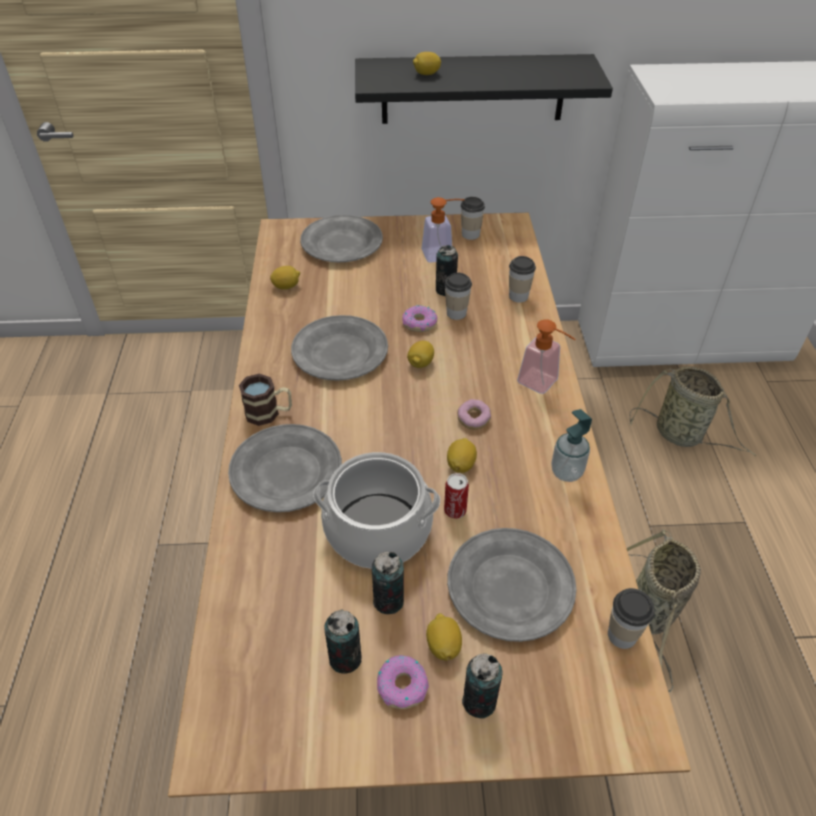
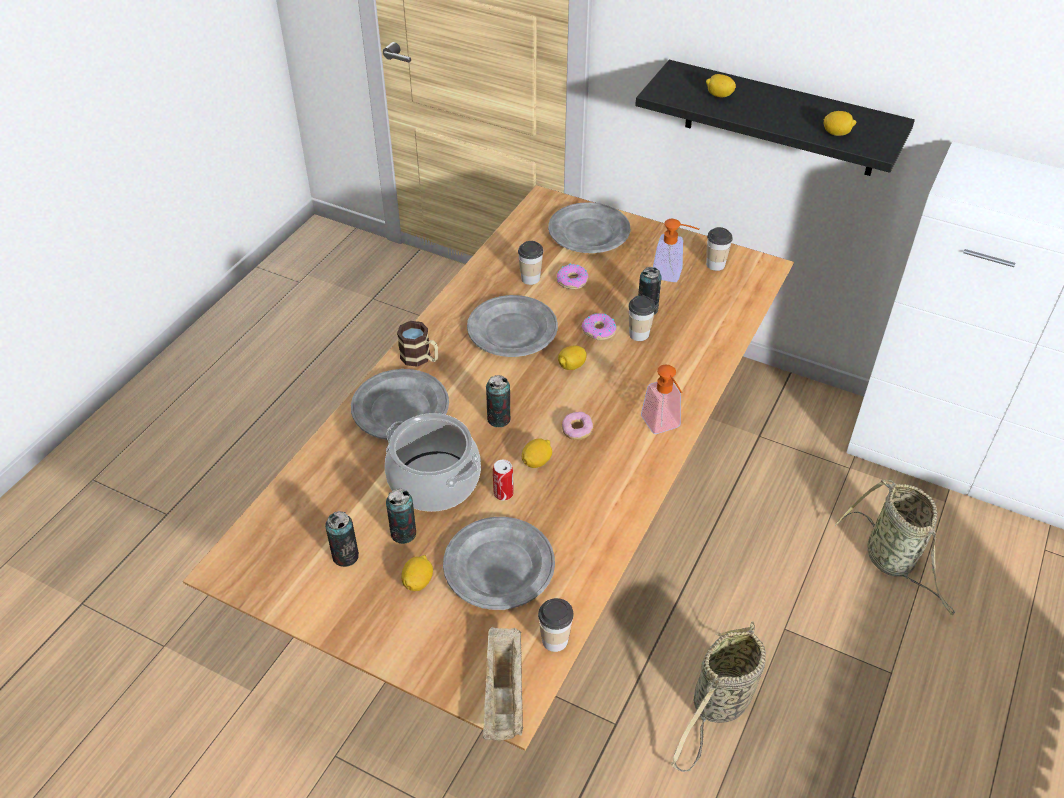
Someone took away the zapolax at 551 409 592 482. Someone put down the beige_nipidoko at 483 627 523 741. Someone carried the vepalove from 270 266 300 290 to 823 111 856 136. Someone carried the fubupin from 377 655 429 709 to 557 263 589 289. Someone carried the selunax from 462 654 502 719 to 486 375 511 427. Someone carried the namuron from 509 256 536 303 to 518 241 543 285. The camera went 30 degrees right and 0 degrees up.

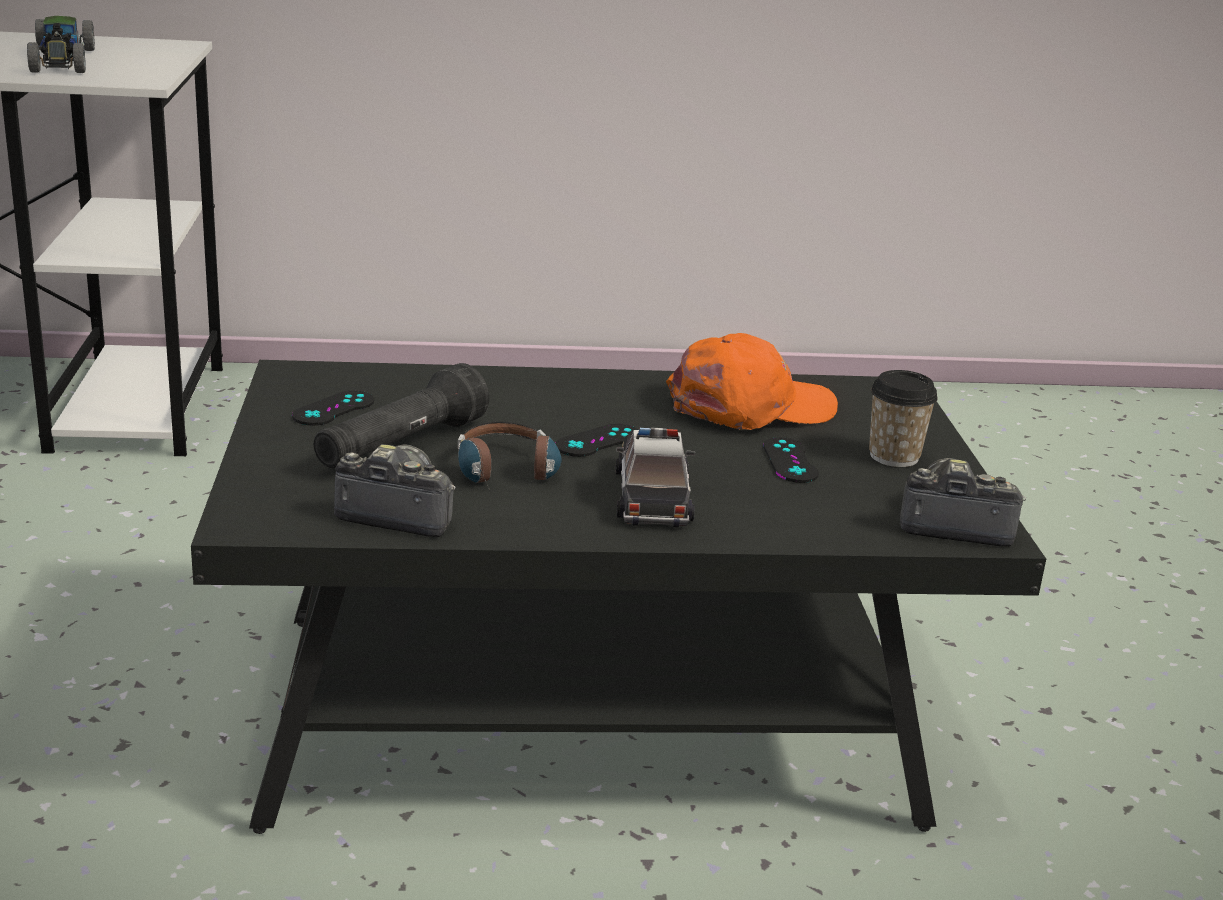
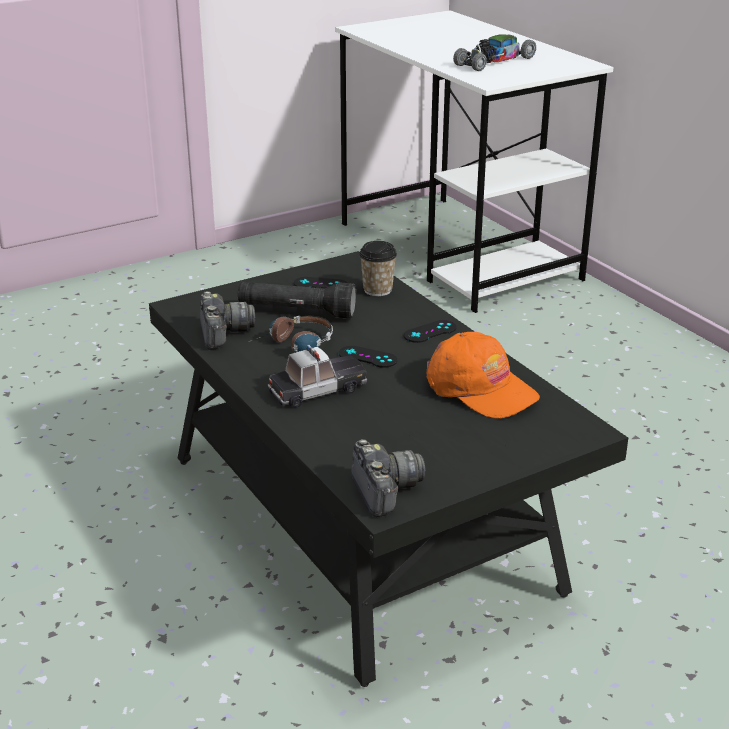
Someone carried the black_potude from 763 437 819 483 to 404 320 457 343. Someone carried the namuron from 869 370 938 467 to 359 241 397 296. The camera went 65 degrees right and 5 degrees up.

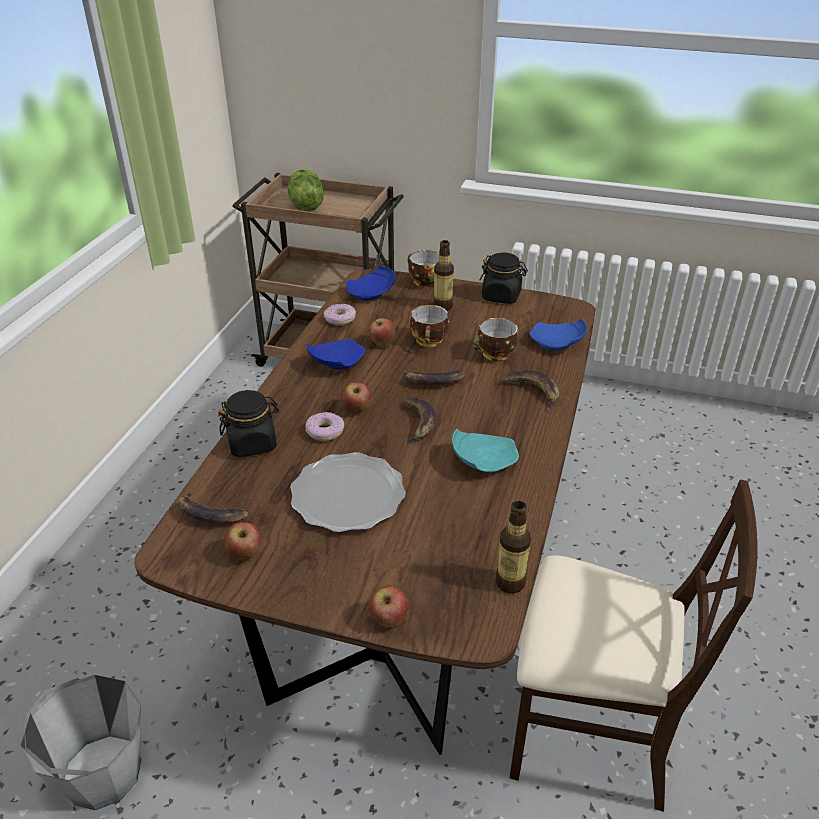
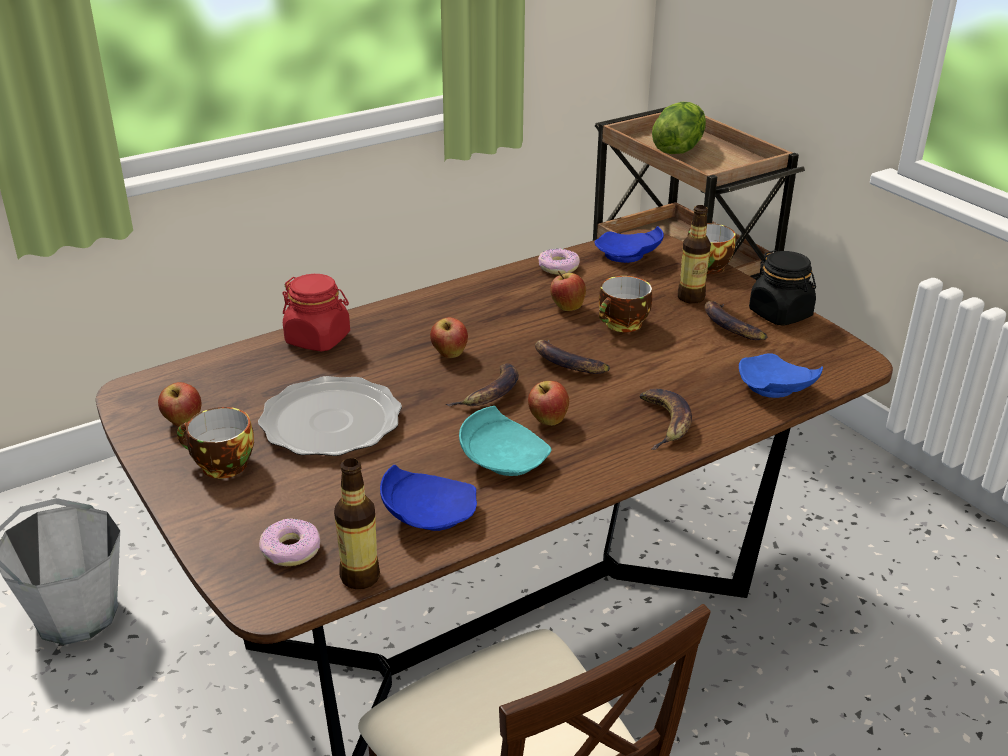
Someone carried the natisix from 178 491 250 523 to 705 301 767 340. Someone carried the fubupin from 305 412 344 441 to 259 518 320 566. Someone carried the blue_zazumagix from 306 339 365 370 to 380 465 477 531. Someone carried the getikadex from 369 585 409 627 to 528 381 569 426. Someone carried the namuron from 473 318 518 361 to 177 407 254 479. Someone repainted the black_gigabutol at 219 390 279 457, which became the red_gigabutol at 282 274 350 352. The camera went 40 degrees right and 5 degrees down.

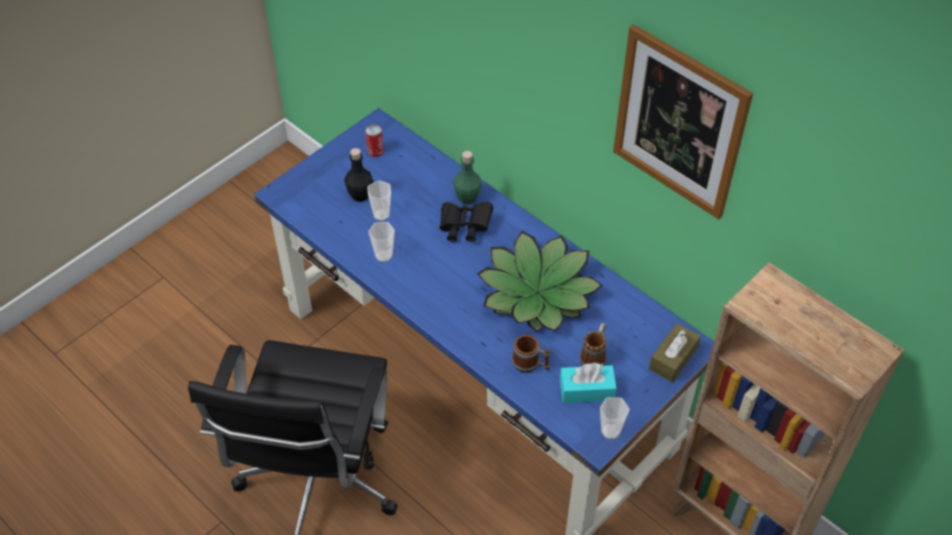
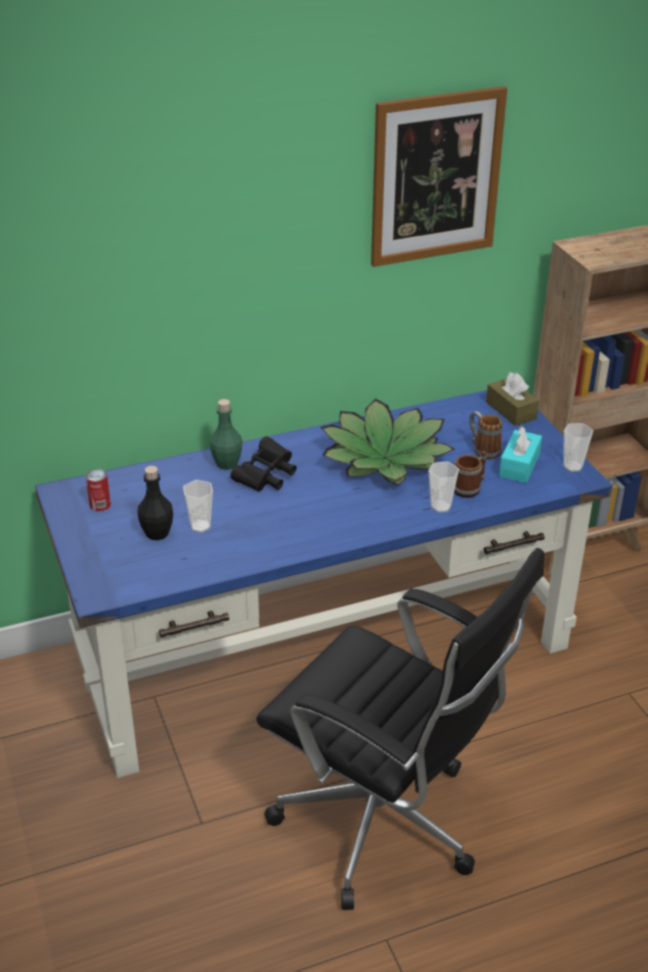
Someone carried the namuron from 368 222 395 262 to 429 462 459 513. The camera went 65 degrees left and 15 degrees down.

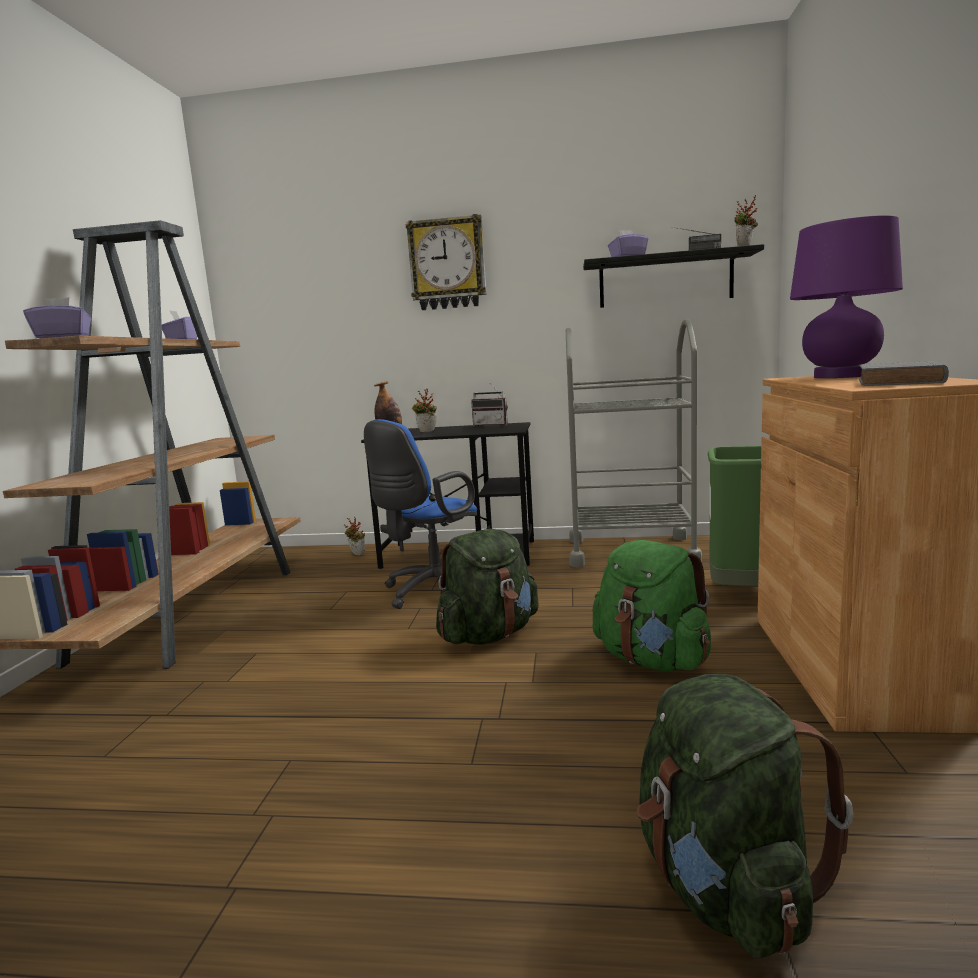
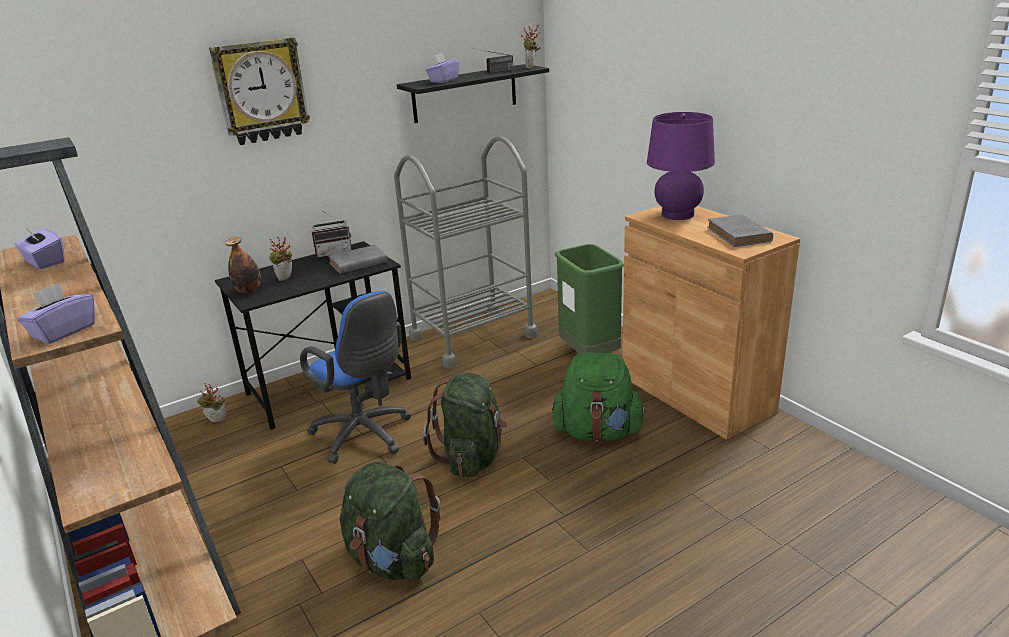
Someone put down the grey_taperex at 328 245 388 274. Someone carried the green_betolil from 637 674 854 958 to 340 462 440 581. Someone rotated the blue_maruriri at 364 419 477 609 by 45 degrees counterclockwise. The camera went 40 degrees left and 15 degrees up.

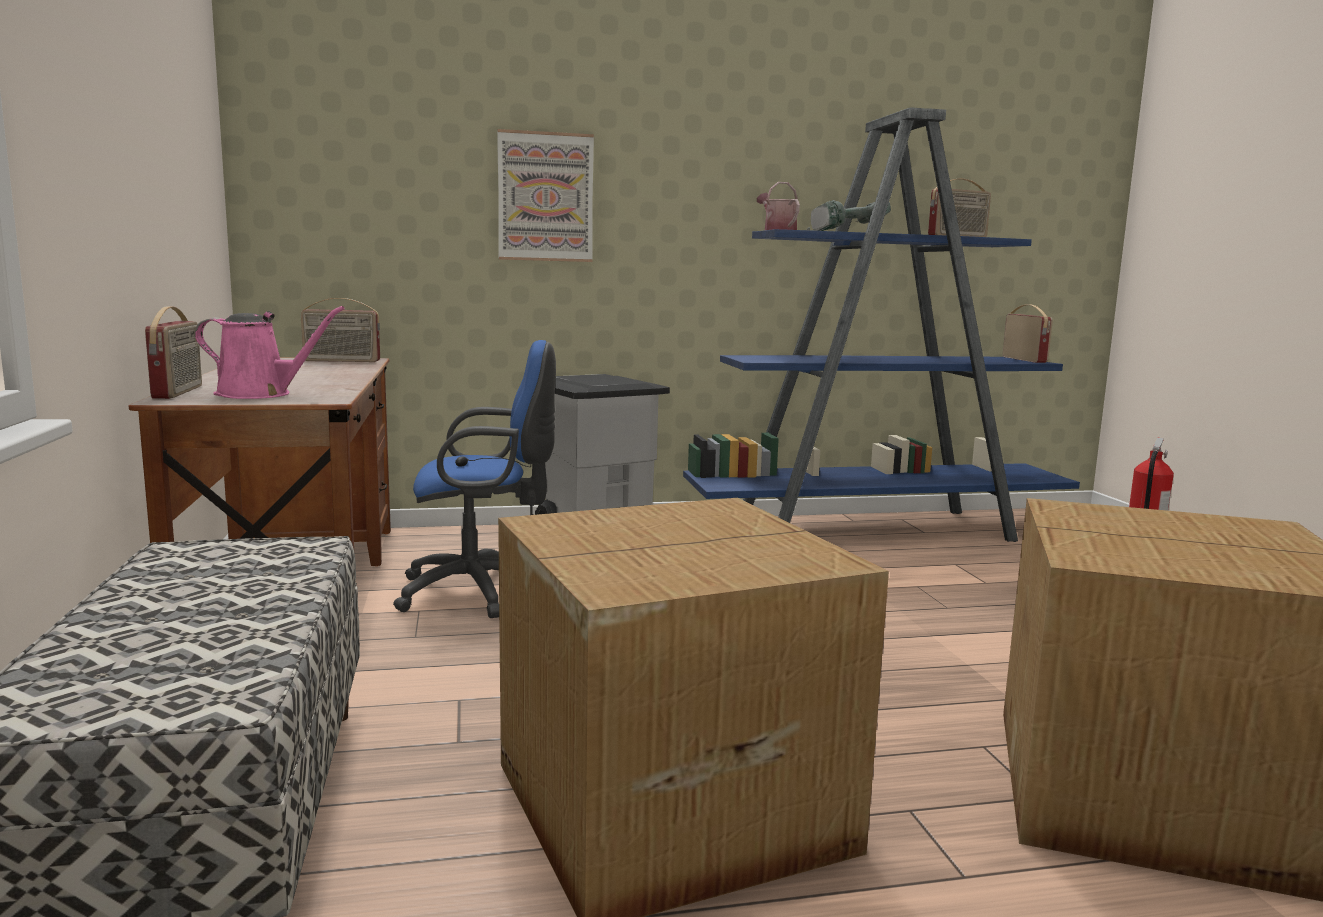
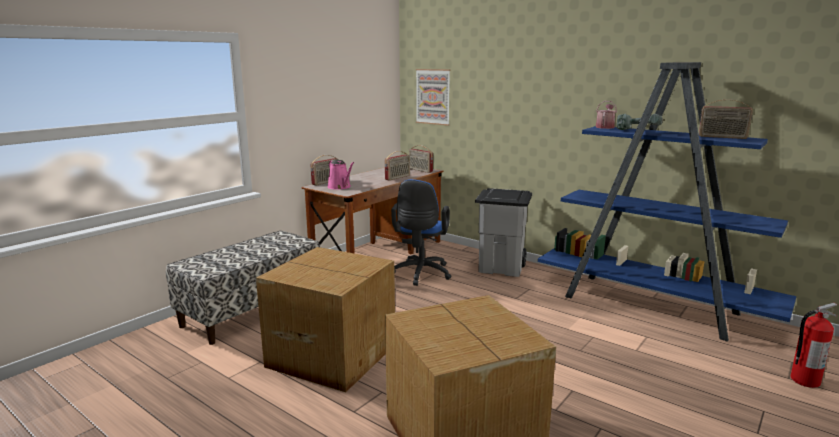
Someone carried the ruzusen from 497 129 594 262 to 416 69 450 126. Someone carried the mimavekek from 1003 304 1053 363 to 385 151 410 181. Someone rotated the blue_maruriri at 393 340 556 618 by 60 degrees clockwise. The camera went 50 degrees right and 5 degrees up.

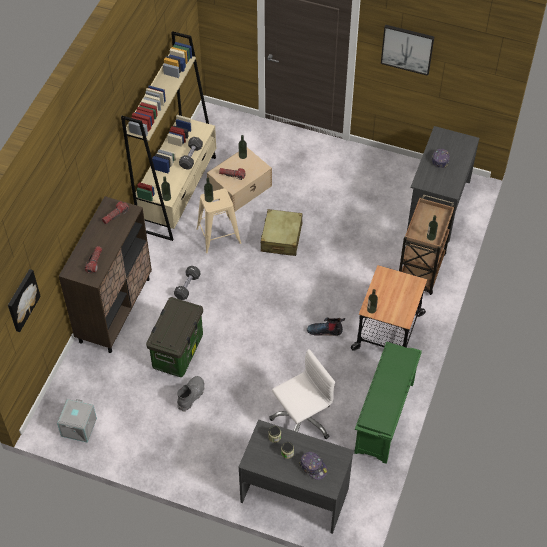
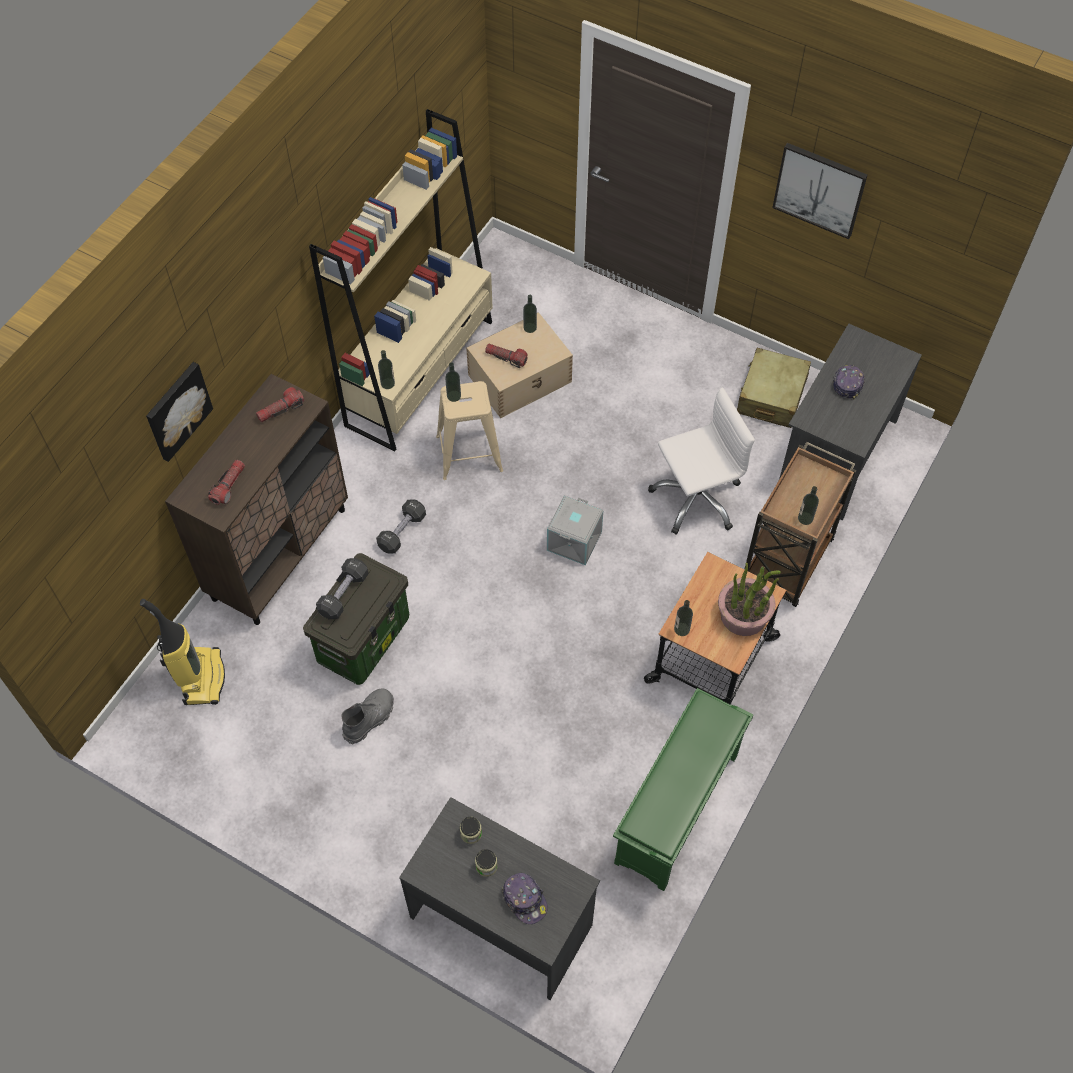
Someone took away the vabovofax at 307 318 345 336. Someone put down the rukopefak at 140 599 225 705. Someone put down the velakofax at 718 562 781 636. Someone carried the ruzusen from 8 269 41 332 to 146 362 213 462. Someone carried the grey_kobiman from 57 399 97 443 to 547 496 603 565. Someone carried the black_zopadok from 179 137 203 170 to 316 558 368 619. Someone carried the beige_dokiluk from 261 209 302 256 to 737 348 811 428. Someone carried the white_maruriri from 269 349 335 439 to 648 387 755 535. The camera went 10 degrees right and 5 degrees up.

